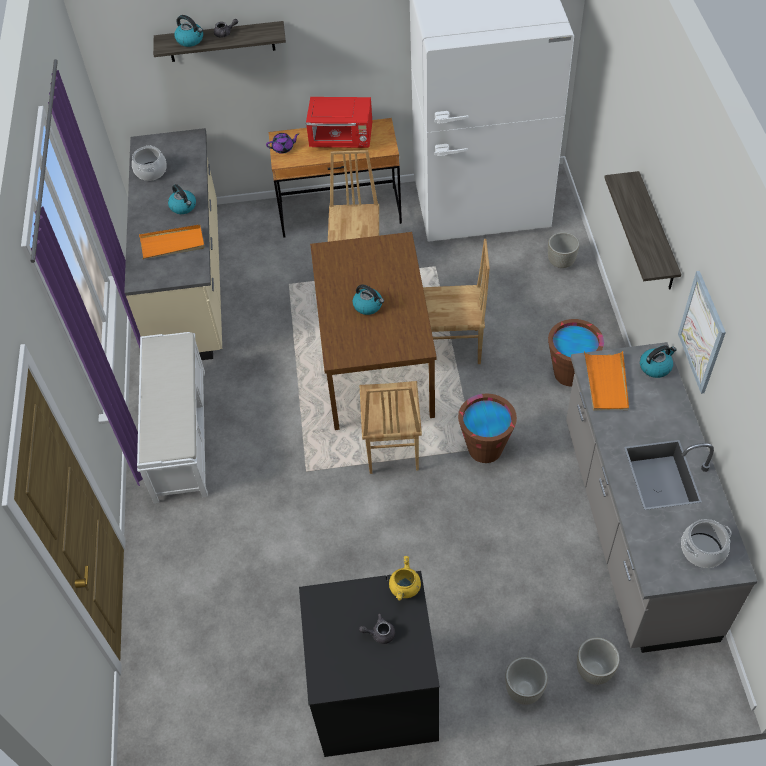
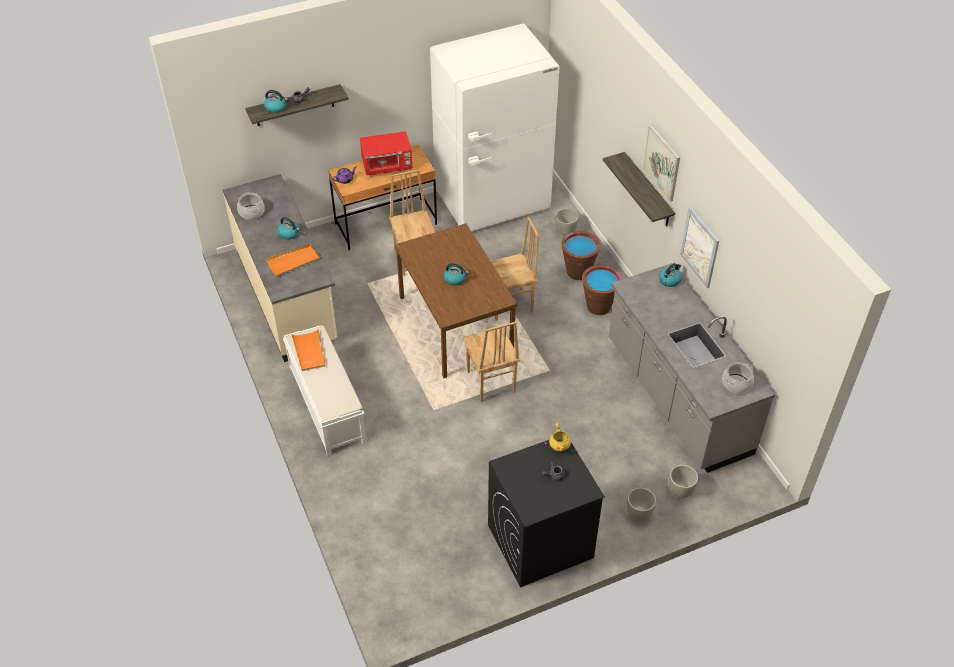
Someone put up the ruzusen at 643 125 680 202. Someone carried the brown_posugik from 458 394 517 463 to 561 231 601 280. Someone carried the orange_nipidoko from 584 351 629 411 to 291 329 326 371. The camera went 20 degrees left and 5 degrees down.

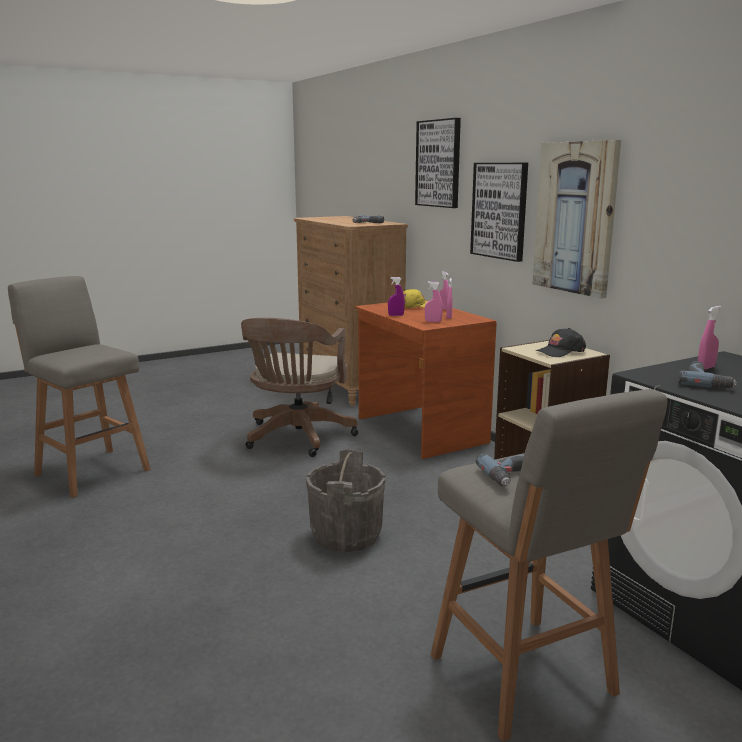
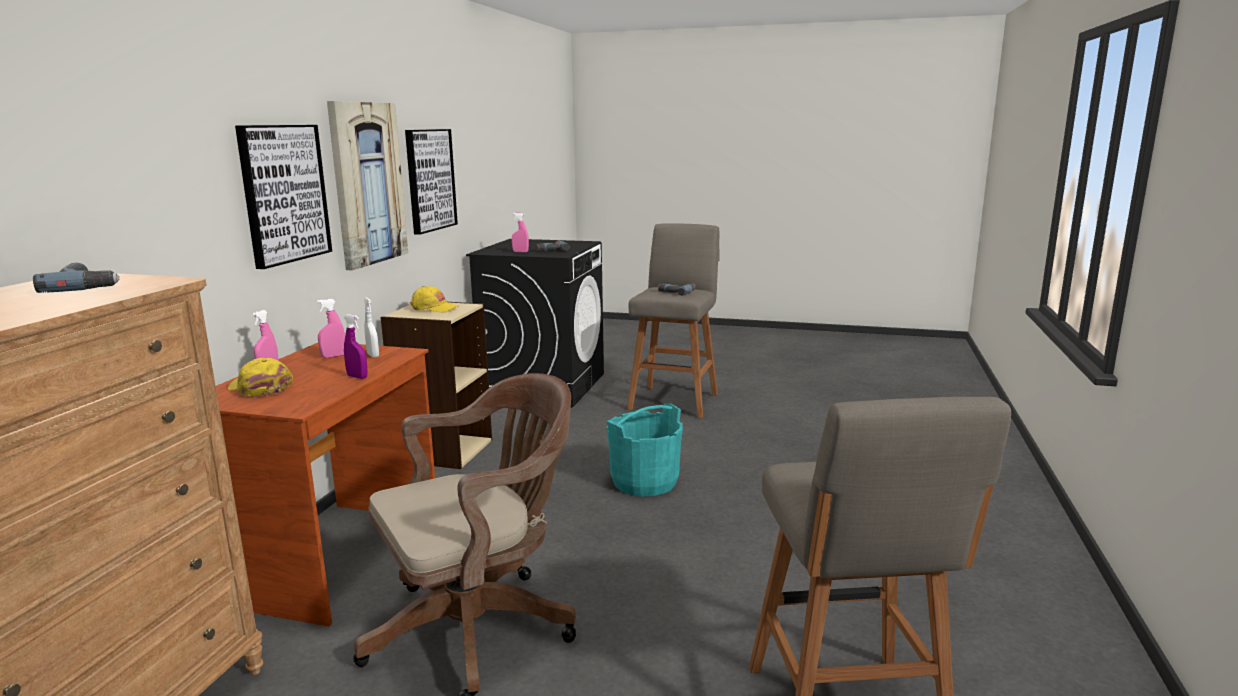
Someone carried the ruzusen from 415 118 461 208 to 405 129 458 235. Someone repainted the grey_posugik at 306 449 386 552, which became the turquoise_posugik at 607 403 683 496. Someone repainted the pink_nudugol at 425 281 443 322, which became the white_nudugol at 364 298 379 358. Someone repainted the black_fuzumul at 536 328 586 357, which became the yellow_fuzumul at 410 286 458 313. The camera went 135 degrees left and 0 degrees up.

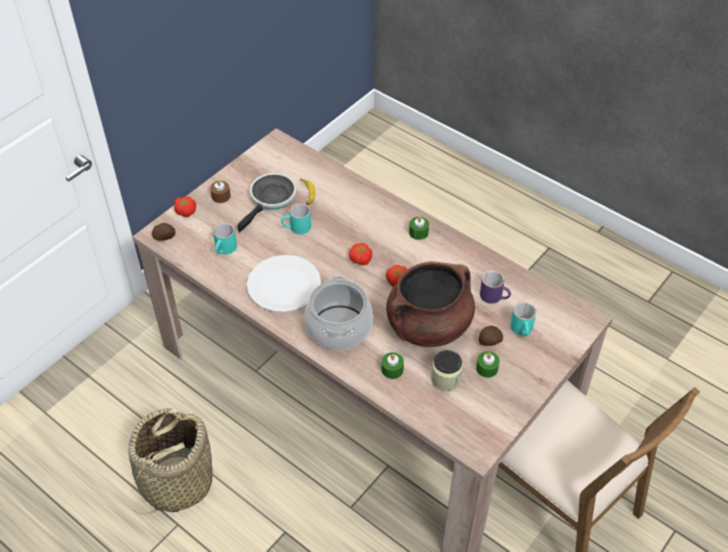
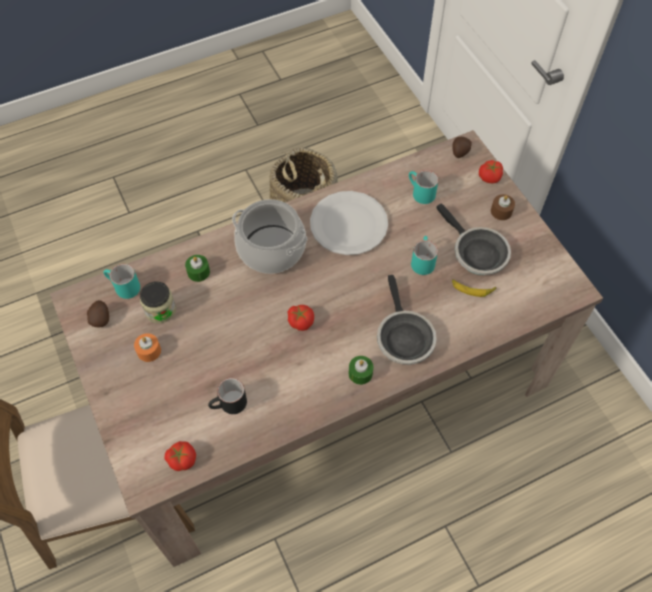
Someone took away the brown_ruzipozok at 386 261 475 347. Someone put down the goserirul at 377 275 437 365. Someone carried the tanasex from 349 243 372 265 to 165 441 196 471. Someone carried the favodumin from 479 326 503 346 to 87 300 109 328. Someone carried the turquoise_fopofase from 510 302 536 336 to 103 264 140 299. Someone repainted the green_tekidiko at 476 351 500 378, which became the orange_tekidiko at 134 333 161 362. Someone repainted the purple_fopofase at 480 271 511 304, which became the black_fopofase at 208 378 247 414. The camera went 115 degrees right and 10 degrees up.

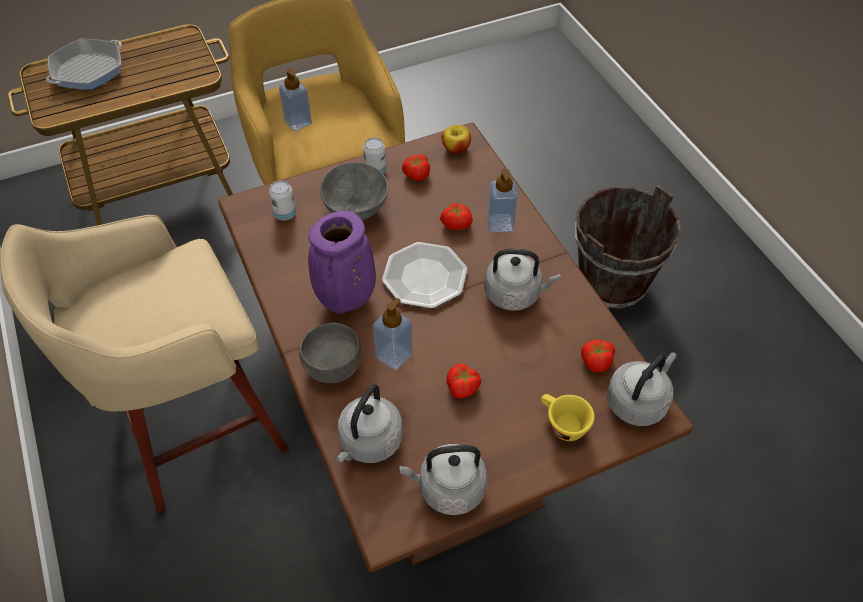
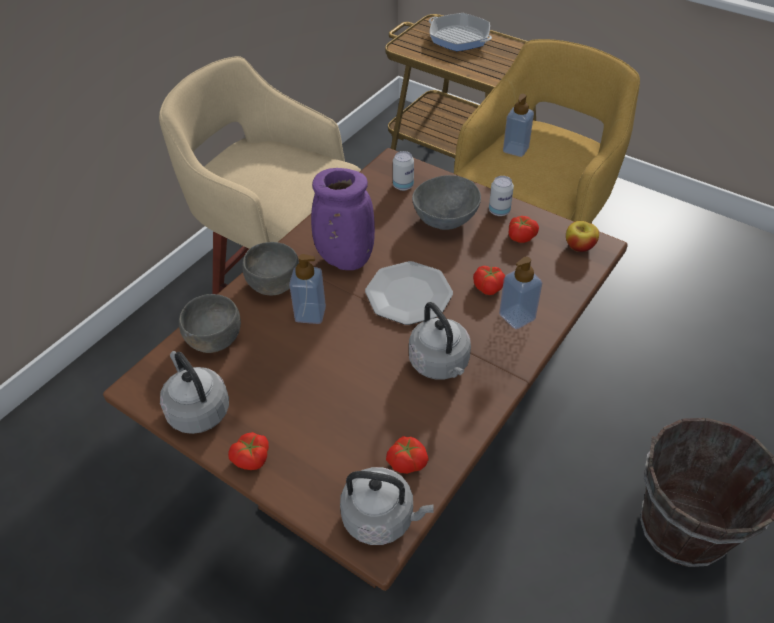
Someone took away the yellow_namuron at 541 394 595 441. Someone carried the tanasex from 447 364 481 399 to 228 432 269 470. Someone swapped the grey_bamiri at 336 384 403 463 for the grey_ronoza at 179 294 241 353. Someone rotated the goserirul at 46 39 122 90 by 150 degrees counterclockwise. The camera went 60 degrees right and 5 degrees down.

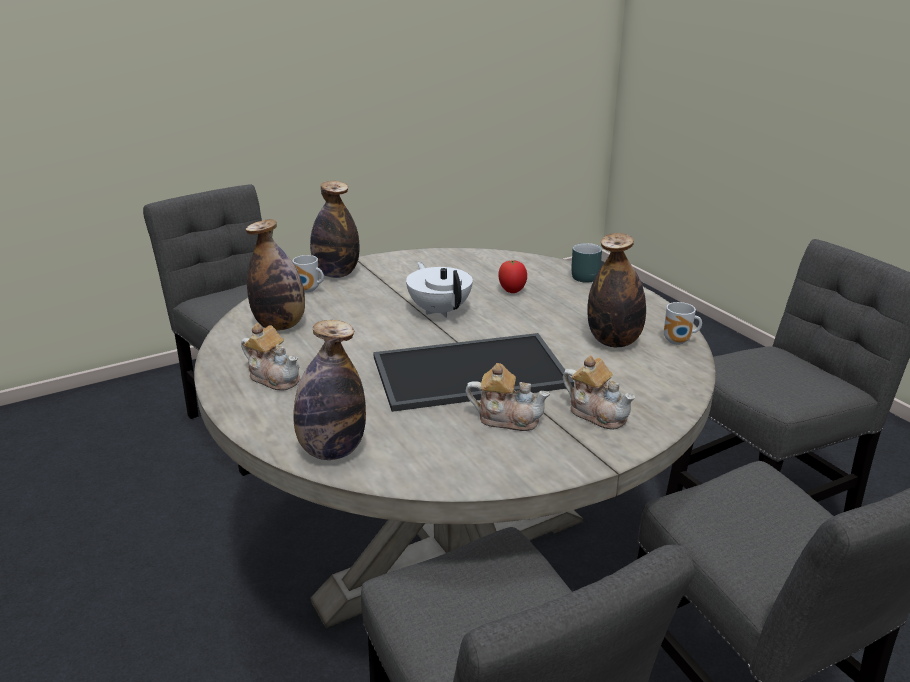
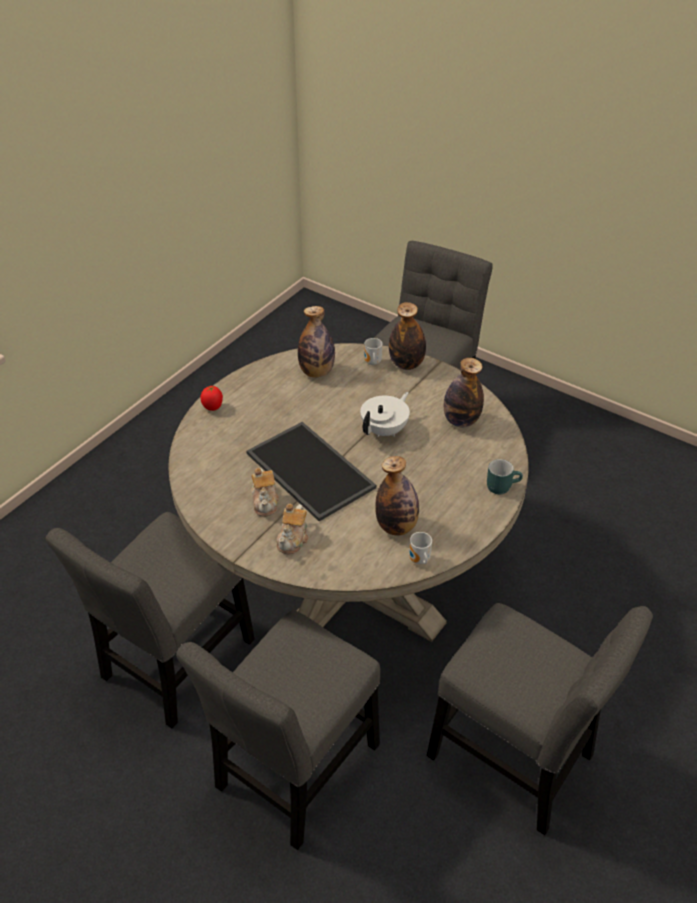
Someone took away the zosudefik at 241 323 300 391. Someone carried the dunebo from 293 320 366 460 to 444 358 484 428. Someone carried the tanasex from 498 260 527 293 to 200 386 223 411. The camera went 65 degrees right and 15 degrees up.

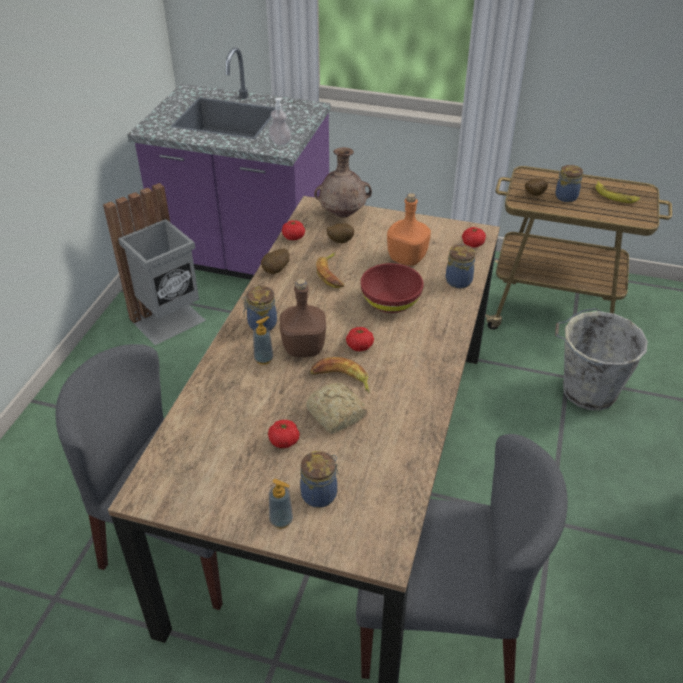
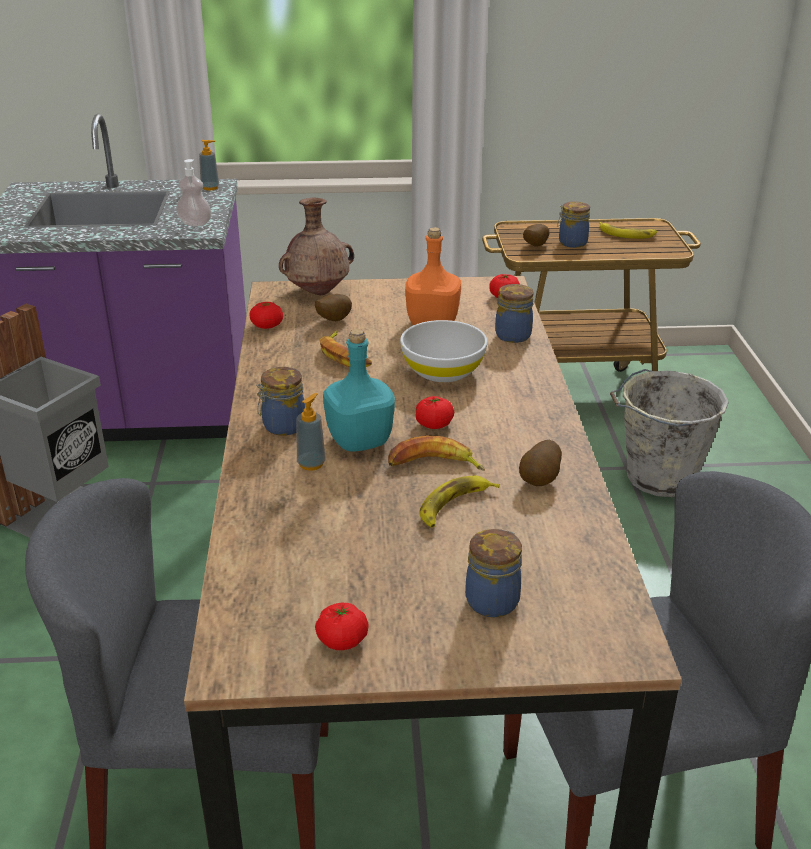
Someone carried the favodumin from 261 248 289 274 to 519 440 562 486. Someone carried the tanasex from 268 420 300 448 to 315 603 369 650. Someone carried the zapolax from 269 479 293 529 to 199 140 219 191. Someone swapped the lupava at 306 383 367 434 for the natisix at 419 476 500 528. Someone repainted the brown_dunebo at 280 279 326 357, which became the turquoise_dunebo at 323 329 395 451. Someone repainted the red_ronoza at 361 263 424 313, which became the white_ronoza at 400 320 487 382. The camera went 20 degrees left and 10 degrees down.

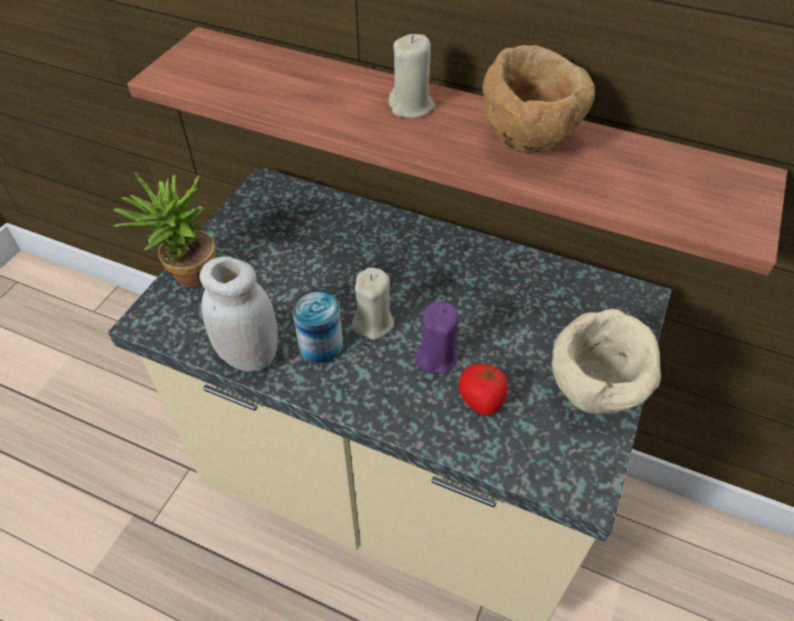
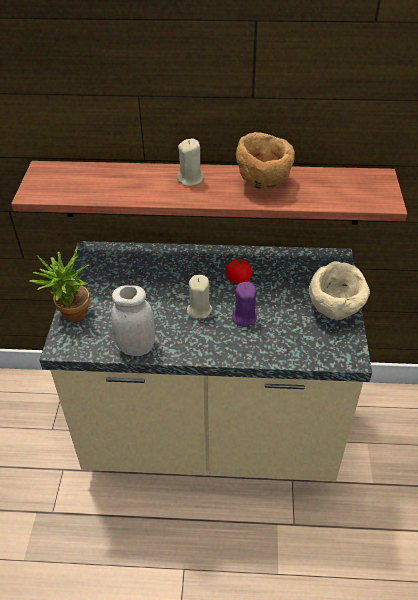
Someone took away the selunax at 292 290 343 363. Someone carried the tanasex from 459 363 508 416 to 225 258 252 285. The camera went 20 degrees left and 5 degrees down.

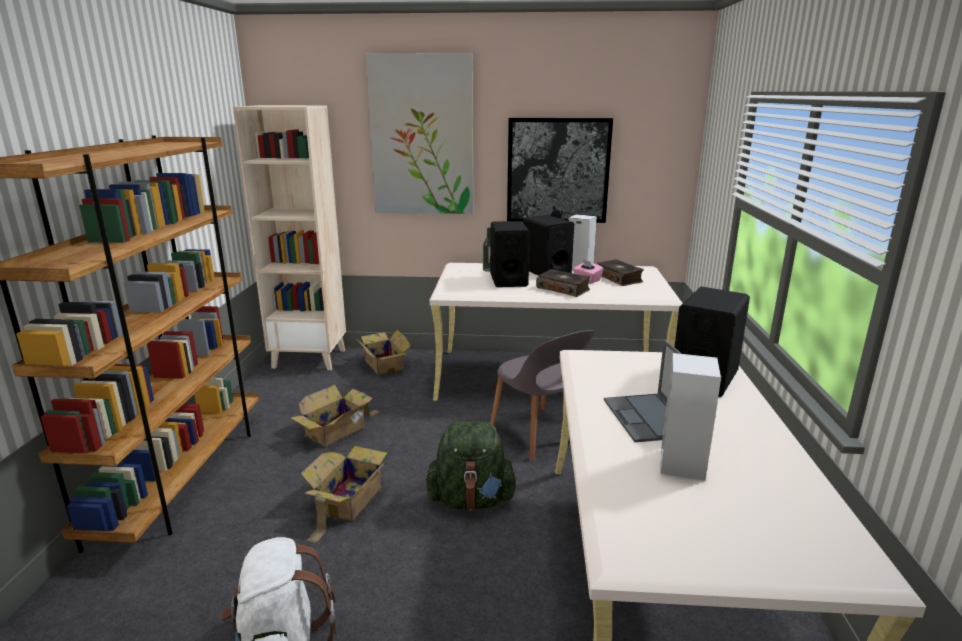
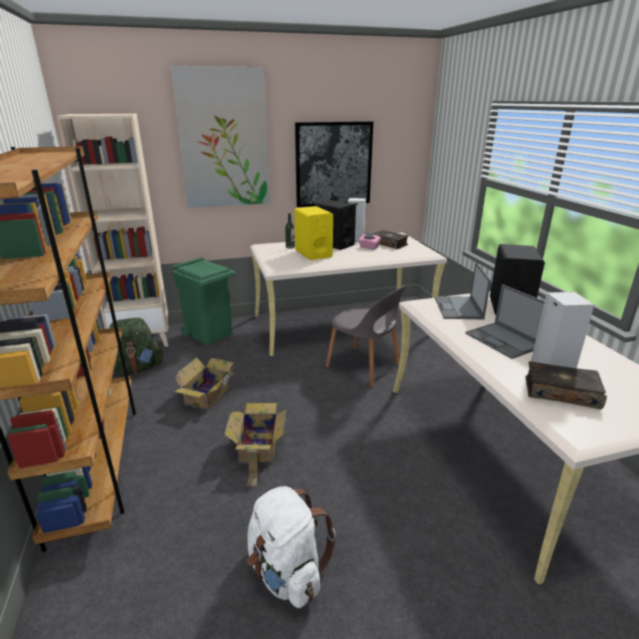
Someone put down the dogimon at 435 262 491 320. Someone carried the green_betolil from 426 421 518 510 to 109 318 164 374. Someone carried the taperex from 536 269 590 297 to 525 361 607 409. Someone swapped the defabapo at 355 330 411 375 for the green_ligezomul at 171 257 236 345. Someone repainted the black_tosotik at 490 221 530 287, which became the yellow_tosotik at 294 206 333 260. The camera went 20 degrees left and 5 degrees up.

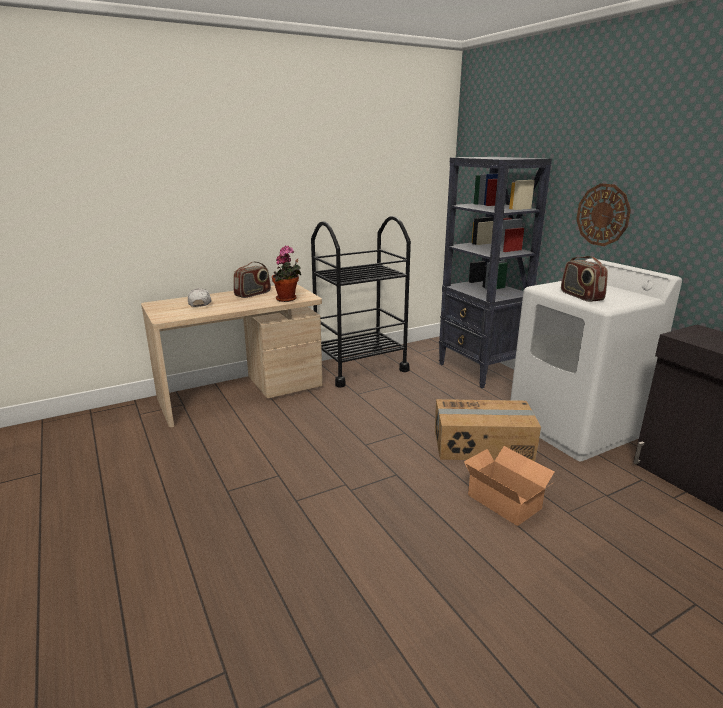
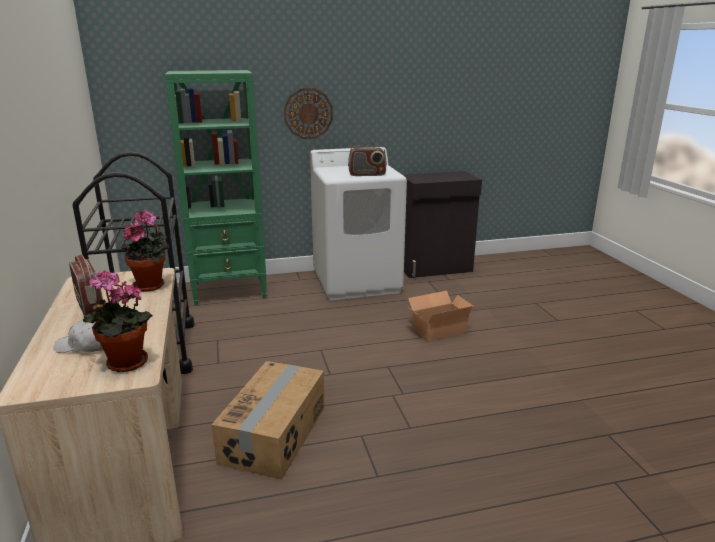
Someone put down the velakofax at 83 270 153 372. Someone carried the defabapo from 435 399 541 461 to 211 361 324 480. Someone repainted the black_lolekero at 439 157 552 388, which became the green_lolekero at 165 70 267 305. The camera went 75 degrees left and 0 degrees up.

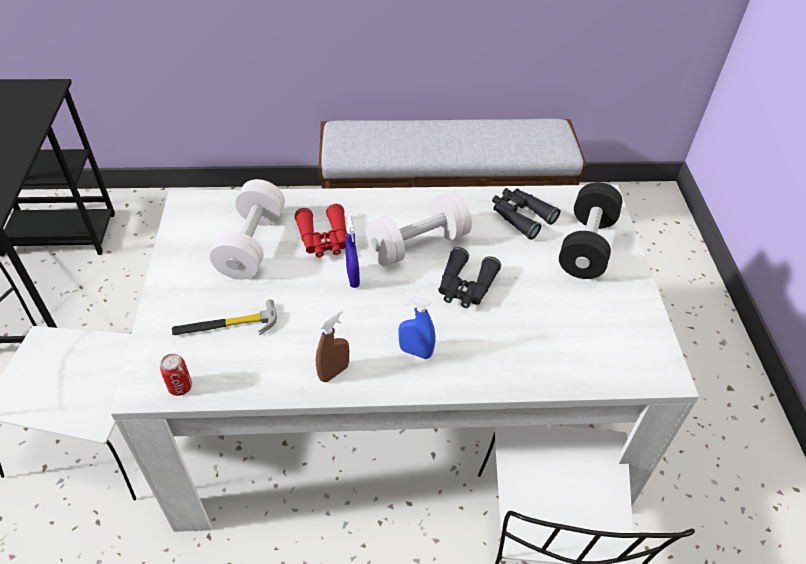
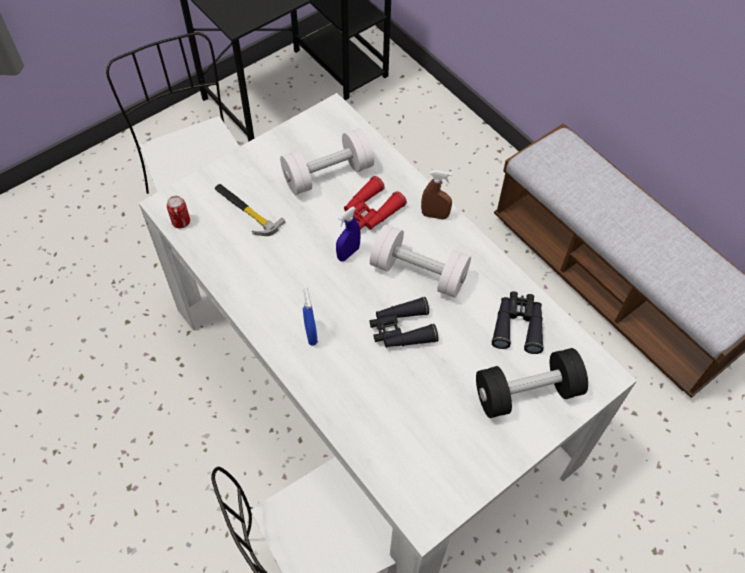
Someone carried the brown_nudugol from 316 309 349 382 to 421 170 452 219. The camera went 55 degrees right and 10 degrees up.

